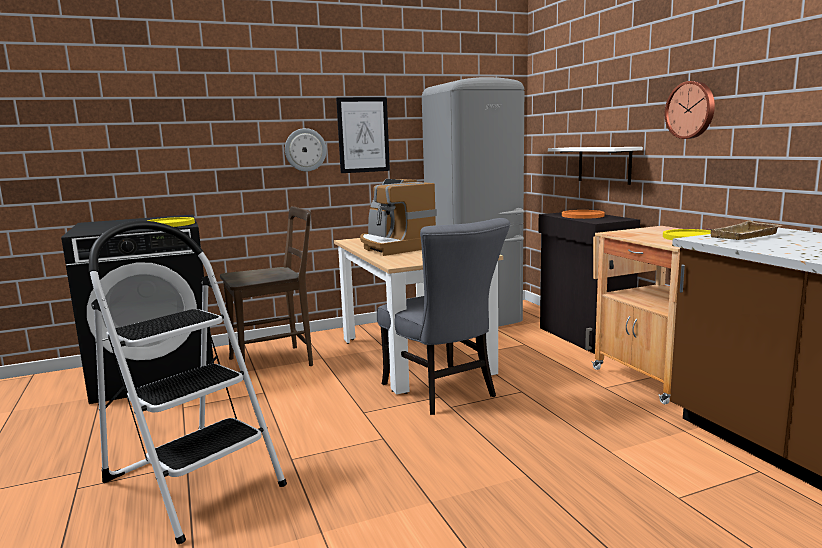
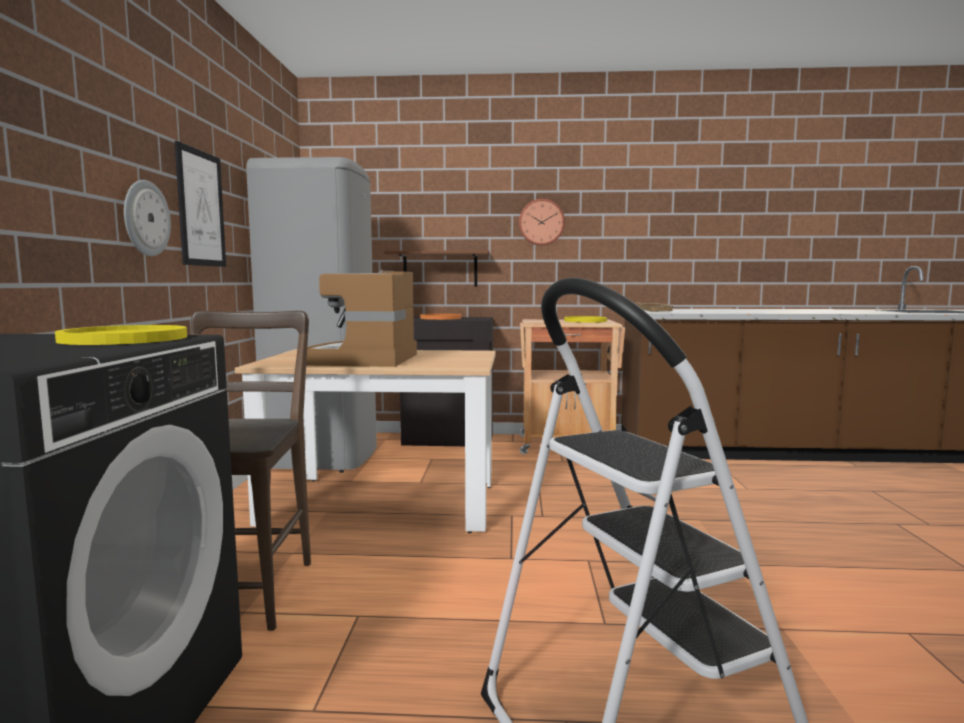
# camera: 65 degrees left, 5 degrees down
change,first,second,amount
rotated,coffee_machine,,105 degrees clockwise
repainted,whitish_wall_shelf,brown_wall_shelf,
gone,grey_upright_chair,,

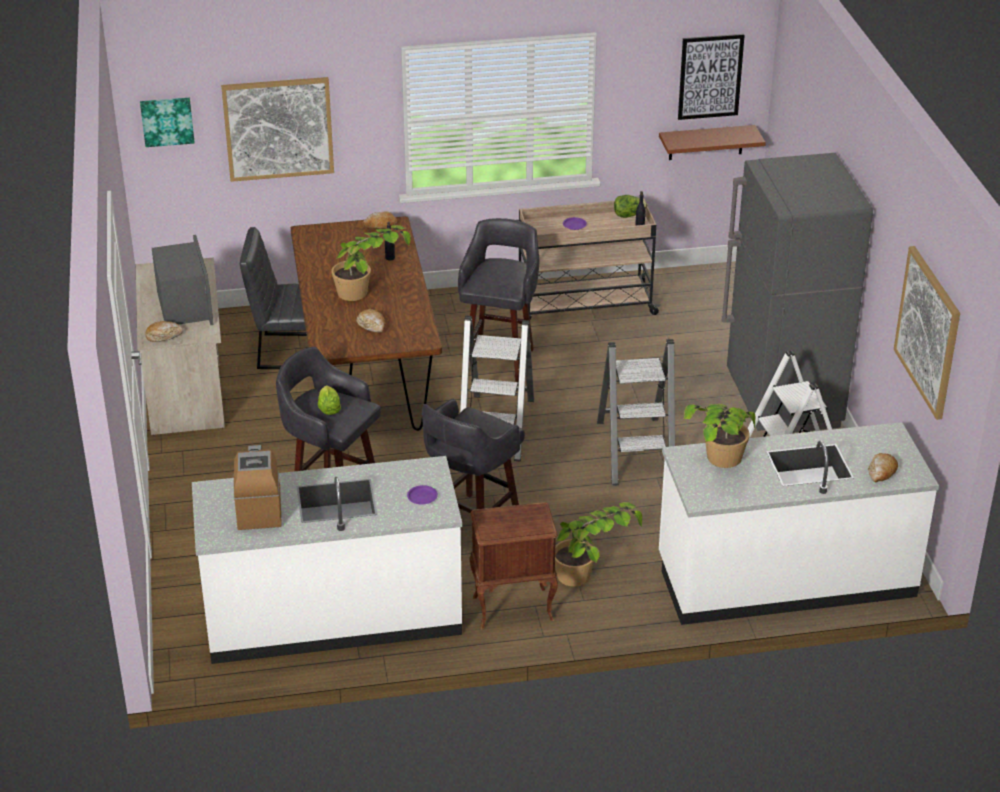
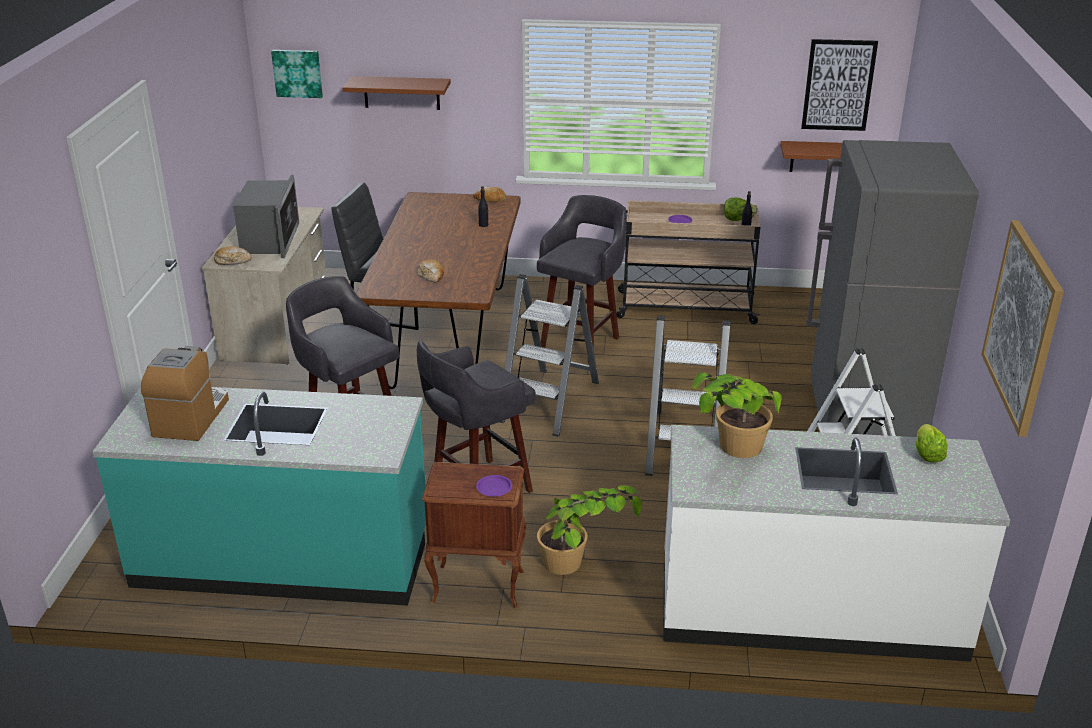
# camera: 15 degrees right, 5 degrees down
change,first,second,amount
repainted,whitish_counter (no. 1 from left),turquoise_counter,
swapped,wall_art (no. 2 from left),brown_wall_shelf (no. 1 from left),
shifted,purplish_flat_dish (no. 1 from left),,
shifted,lettuce_head (no. 1 from left in the first image),lettuce_head (no. 2 from left),
gone,plant_in_a_pot (no. 1 from left),,
gone,baked_bread (no. 4 from left),,

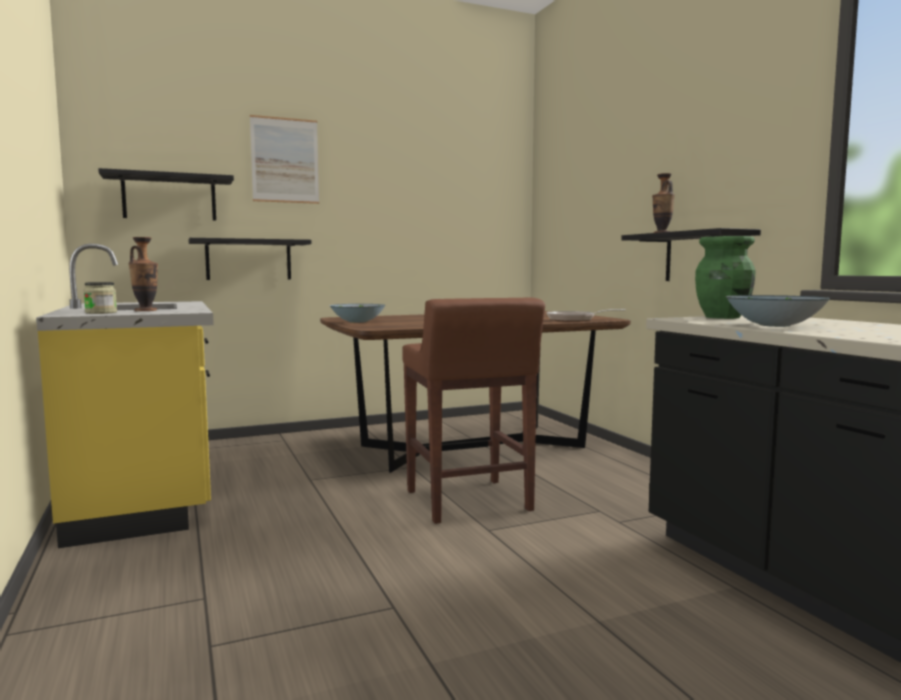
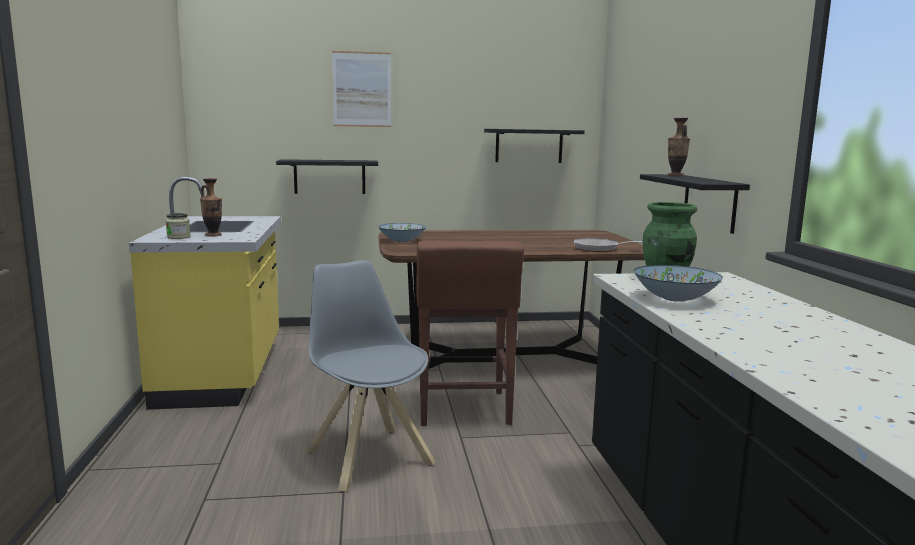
# camera: 15 degrees right, 5 degrees up
change,first,second,amount
new,,grey_upright_chair,
shifted,black-coloured_wall_shelf (no. 1 from left in the first image),black-coloured_wall_shelf (no. 2 from left),

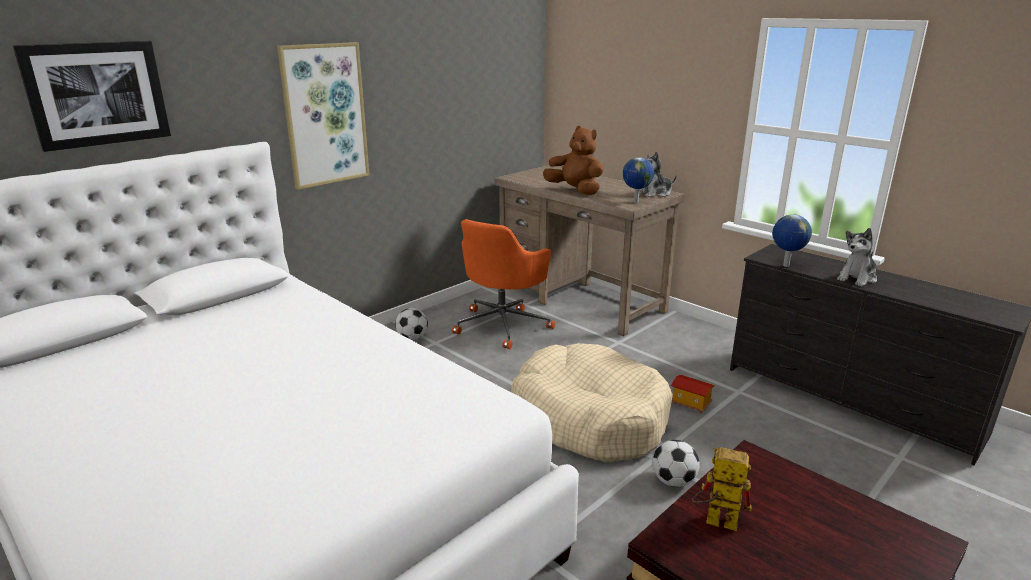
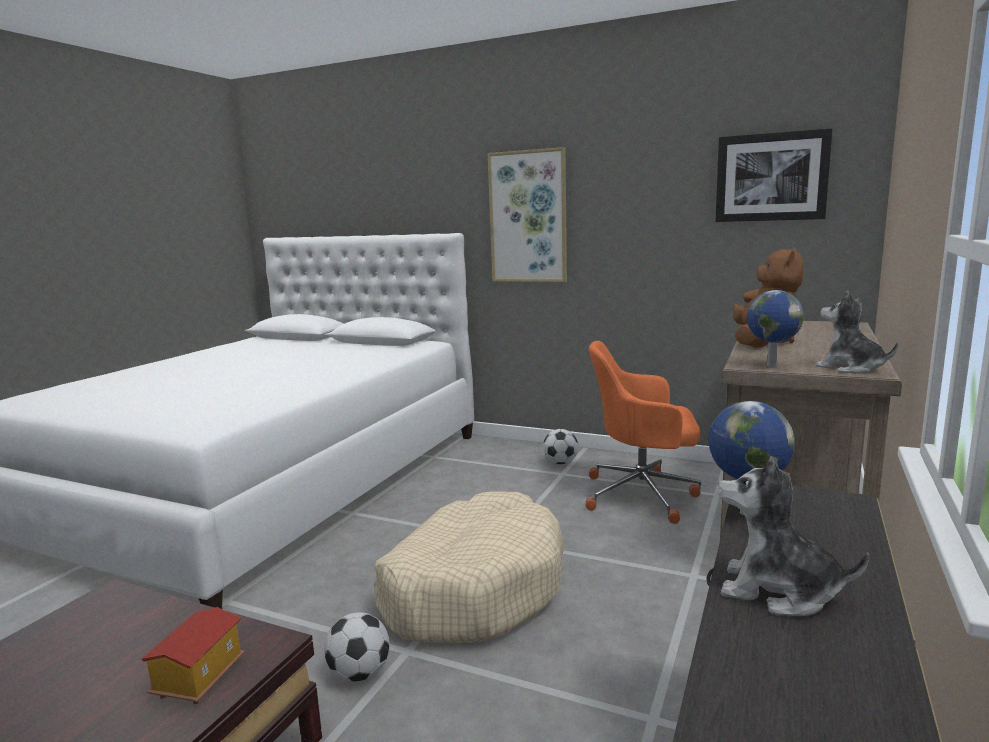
# camera: 70 degrees right, 10 degrees down
change,first,second,amount
shifted,miniature_house,,
shifted,wall_art (no. 1 from left in the first image),wall_art (no. 2 from left),
gone,model_robot,,

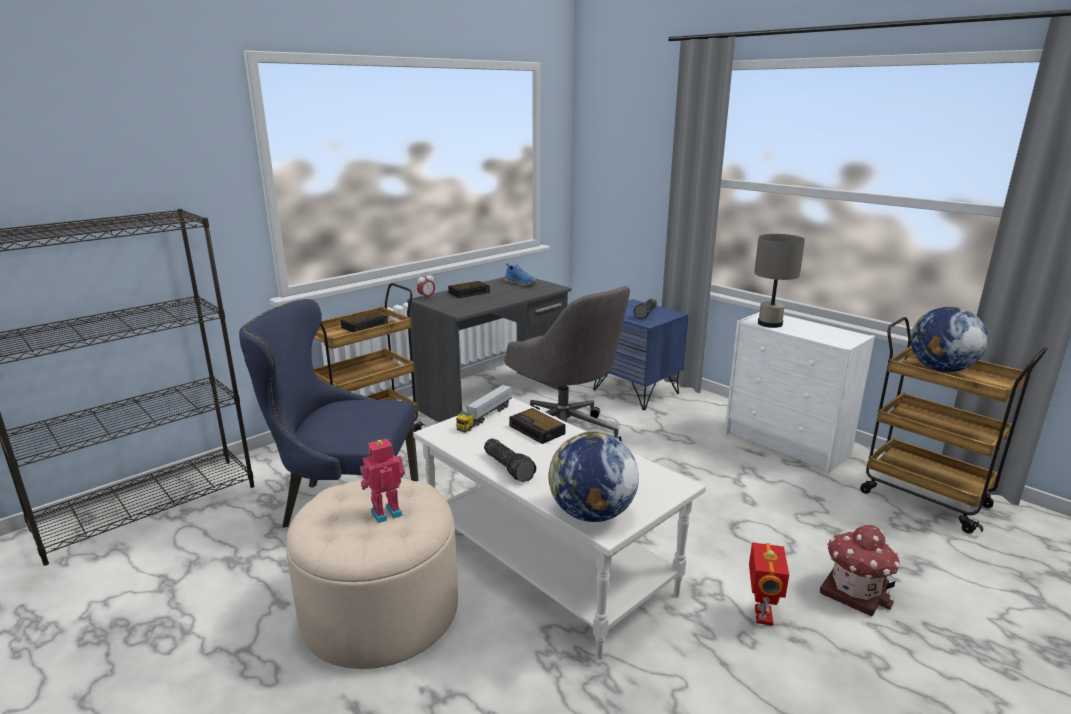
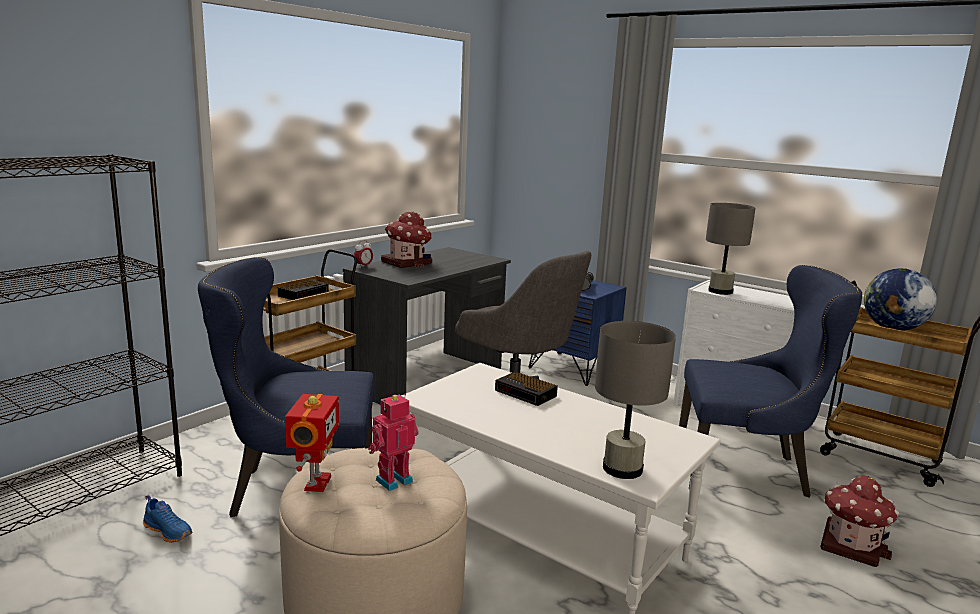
# camera: 10 degrees left, 5 degrees down
change,first,second,amount
shifted,blue-coloured_item_of_footwear,,
shifted,model_robot (no. 2 from left in the first image),model_robot (no. 1 from left),
swapped,bedside_clock (no. 3 from left),miniature_house (no. 1 from left),
swapped,globe (no. 1 from left),grey_tabletop_lamp (no. 1 from left),
new,,blue-coloured_upright_chair (no. 2 from left),
gone,model_truck,,
gone,hand_torch (no. 1 from left),,

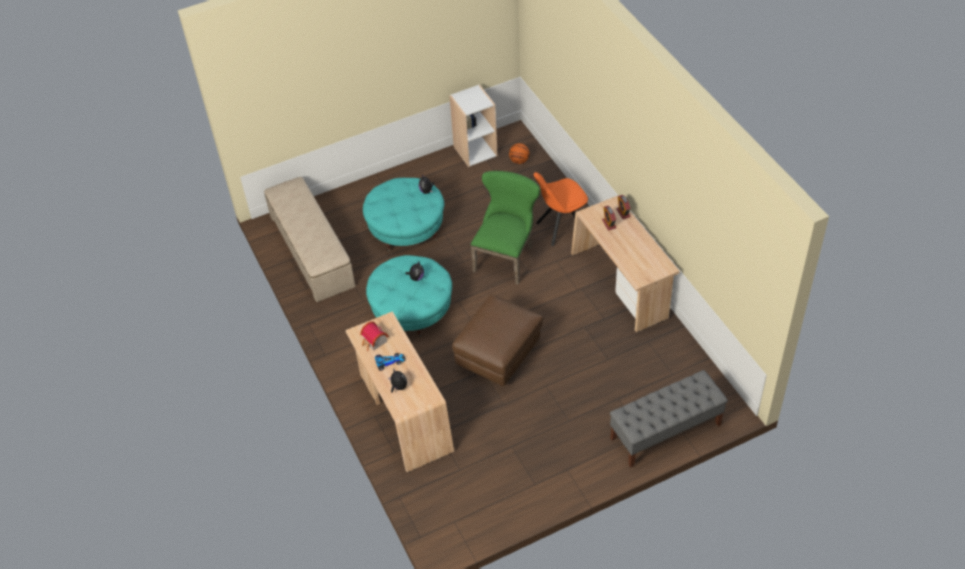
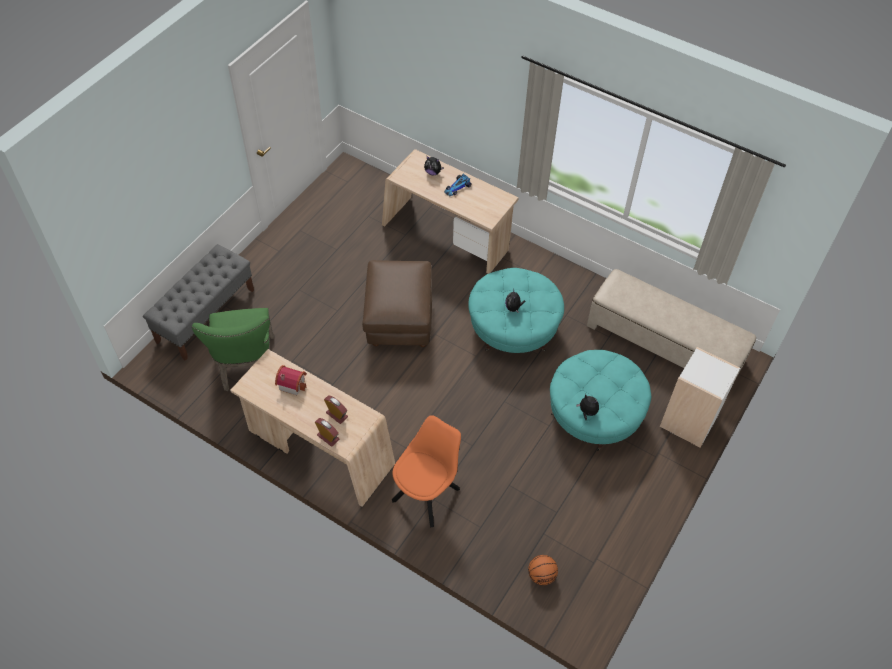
# camera: 145 degrees right, 5 degrees up
change,first,second,amount
shifted,green_upright_chair,,
shifted,miniature_house,,
shifted,shelving_unit,,

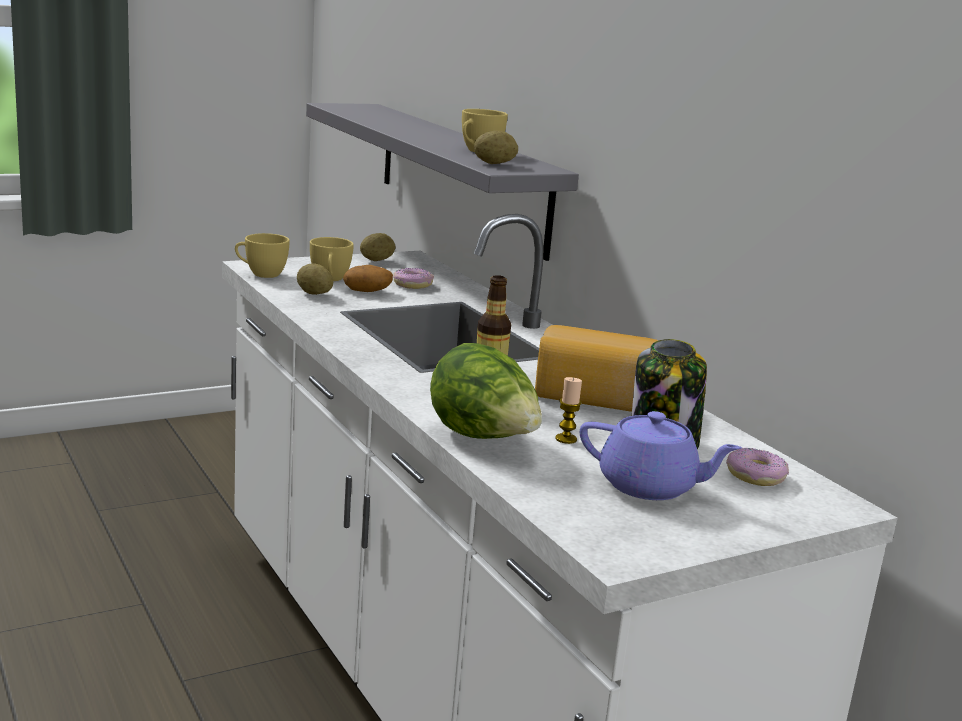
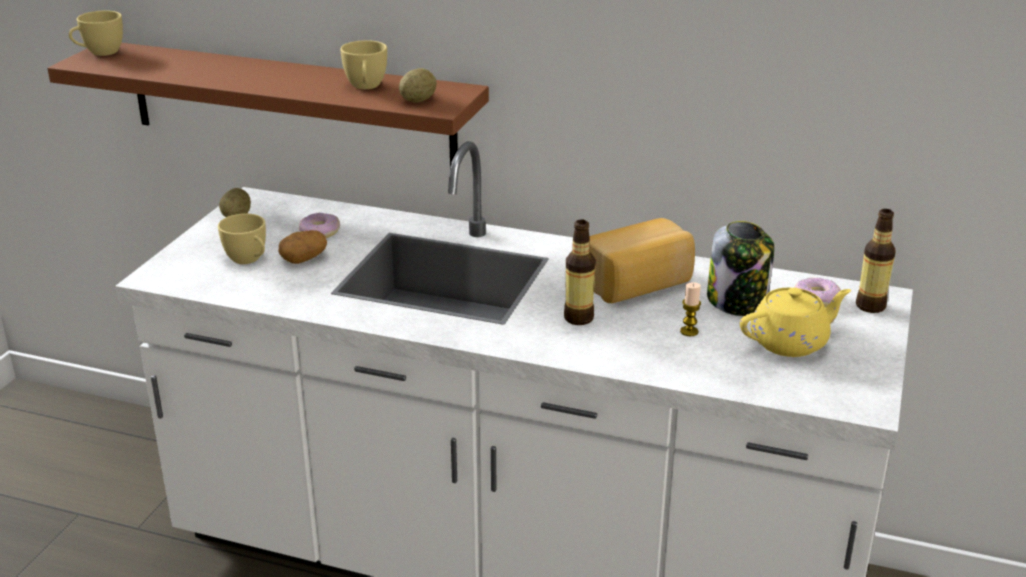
# camera: 40 degrees left, 10 degrees up
change,first,second,amount
repainted,grey_wall_shelf,brown_wall_shelf,
shifted,yellow_small_cup (no. 1 from left),,
repainted,purplish_pot_for_tea,yellow_pot_for_tea,
new,,drink_bottle (no. 2 from left),
gone,spud (no. 1 from left),,
gone,lettuce_head,,

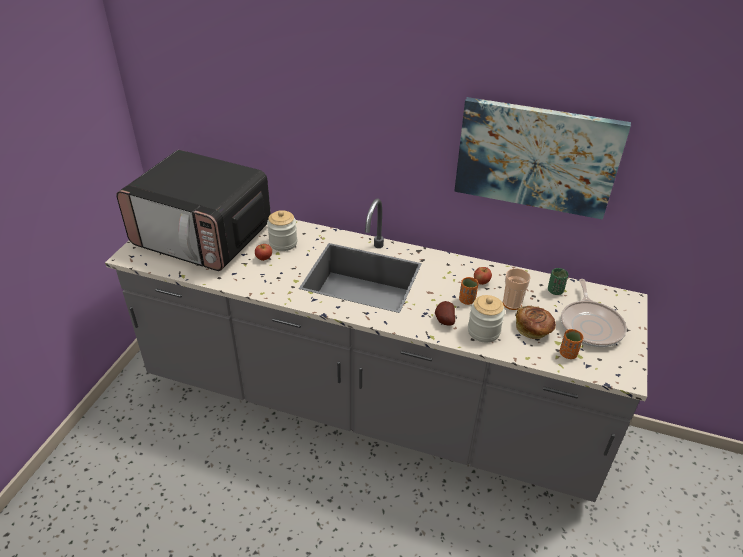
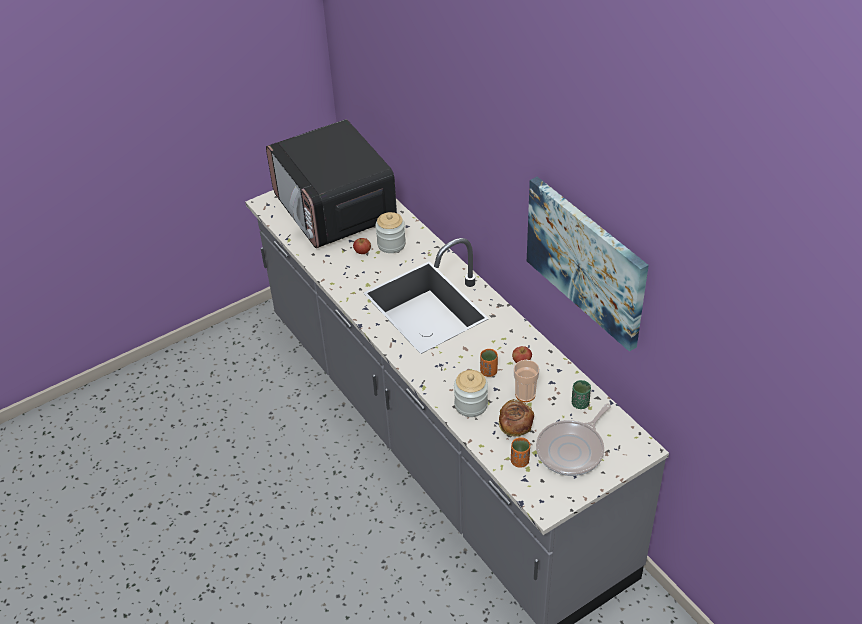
# camera: 40 degrees right, 5 degrees up
change,first,second,amount
gone,spud,,

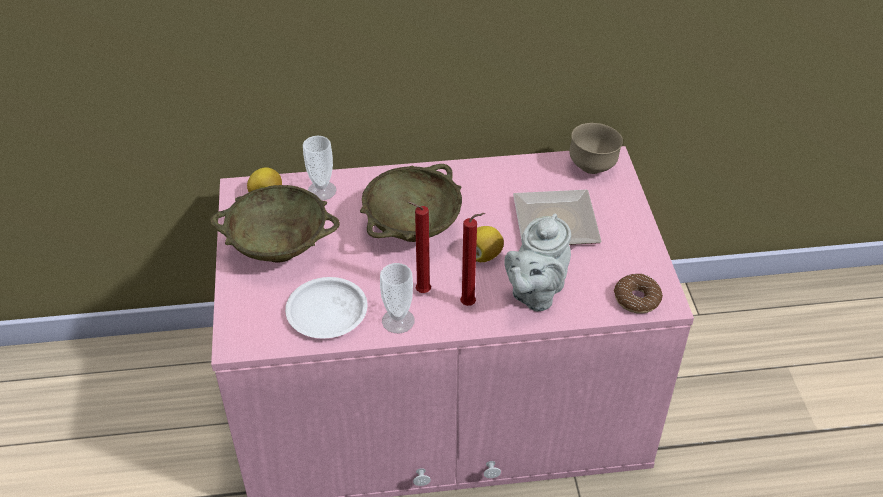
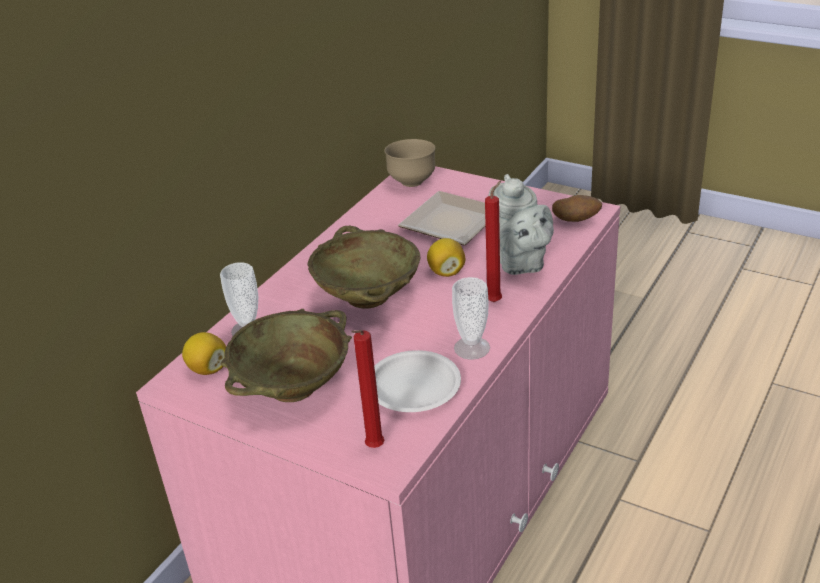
# camera: 50 degrees left, 10 degrees down
change,first,second,amount
shifted,reddish_candle (no. 1 from left),,
swapped,donut,spud,

